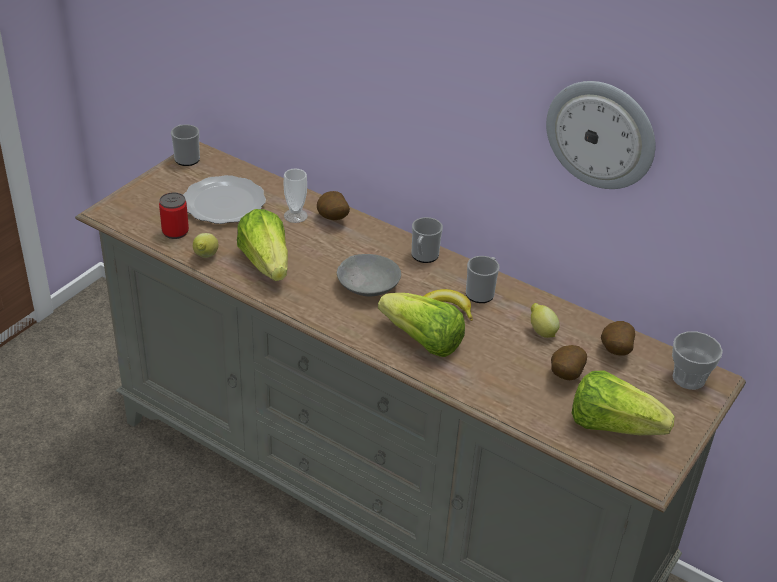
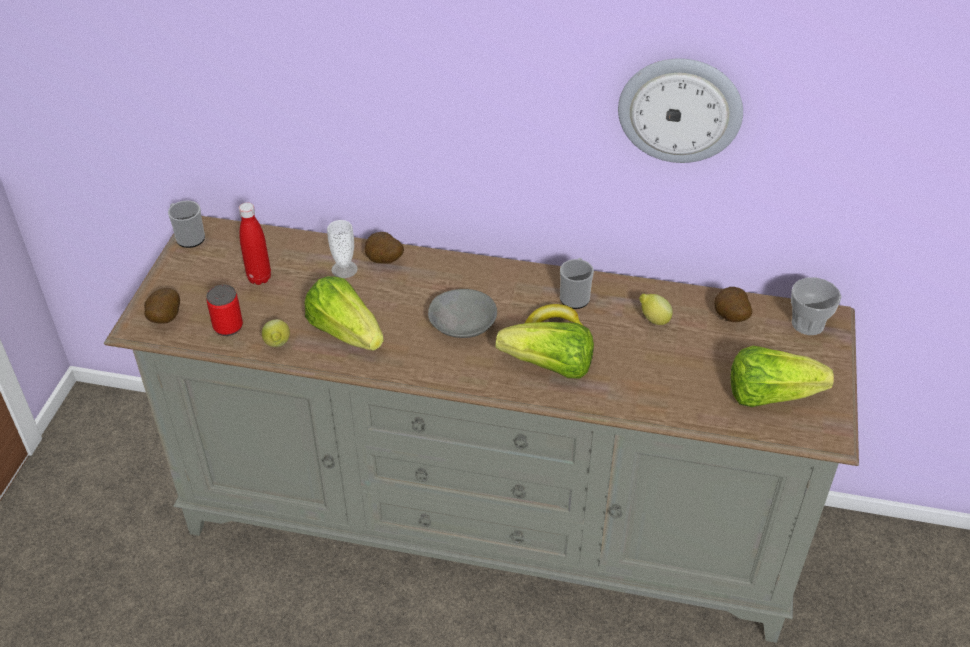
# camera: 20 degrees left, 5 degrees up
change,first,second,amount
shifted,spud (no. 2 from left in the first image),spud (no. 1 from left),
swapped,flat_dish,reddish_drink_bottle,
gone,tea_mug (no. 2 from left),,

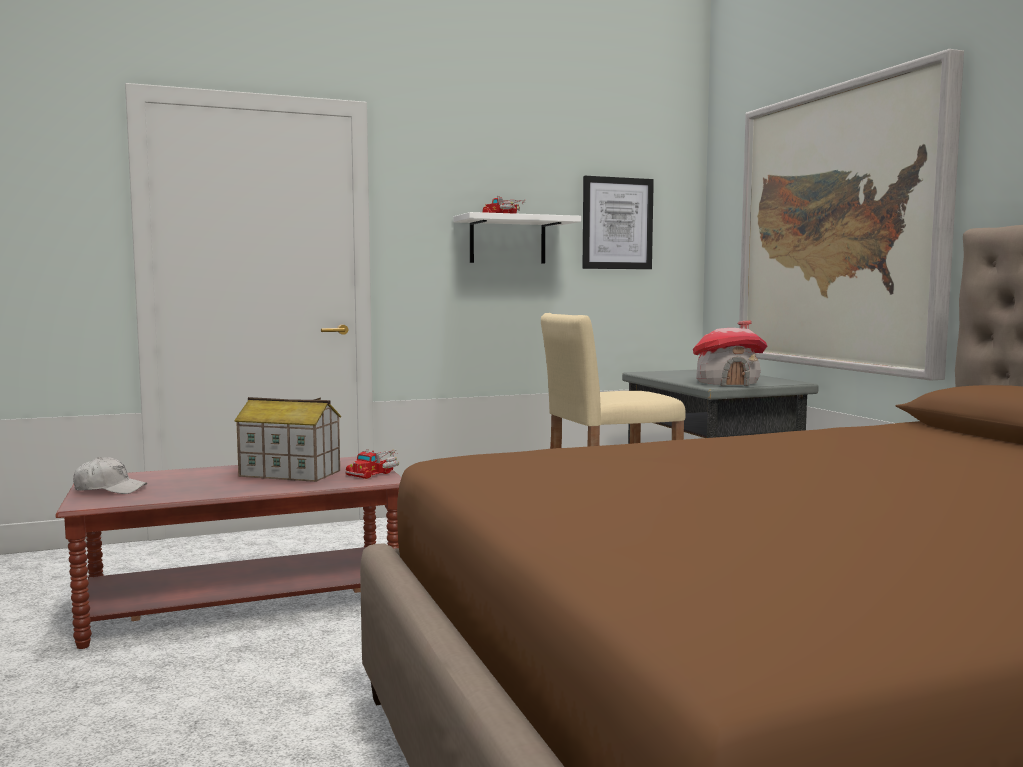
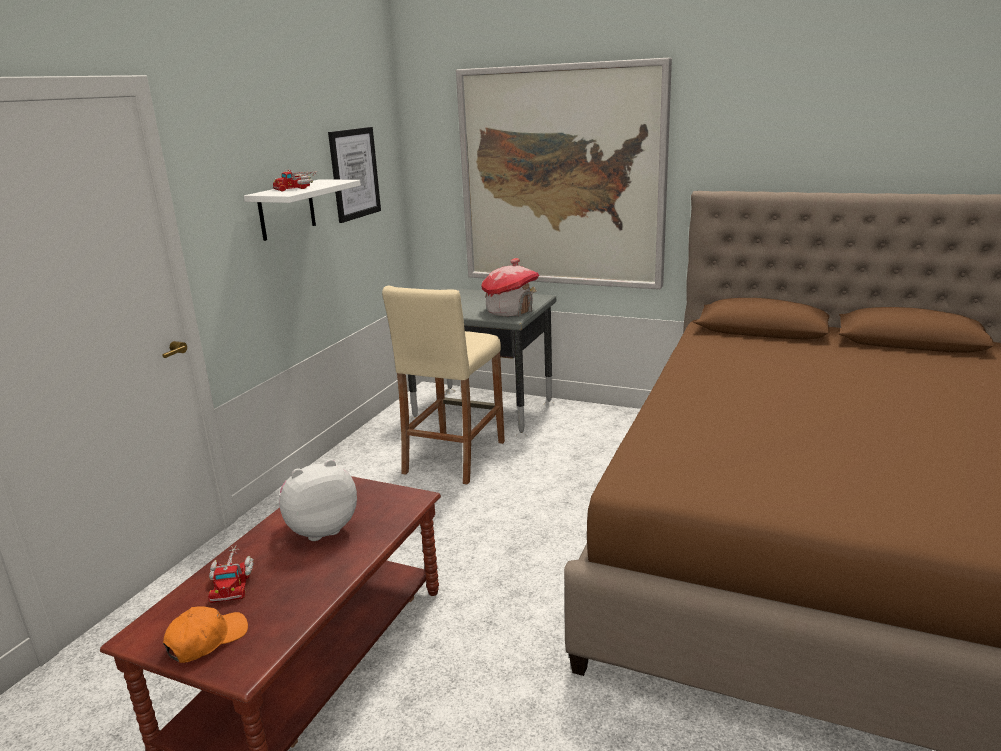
# camera: 45 degrees left, 15 degrees up
change,first,second,amount
repainted,whitish_baseball_cap,orange-coloured_baseball_cap,
shifted,model_truck (no. 1 from left),,
swapped,miniature_house (no. 1 from left),plush_toy,

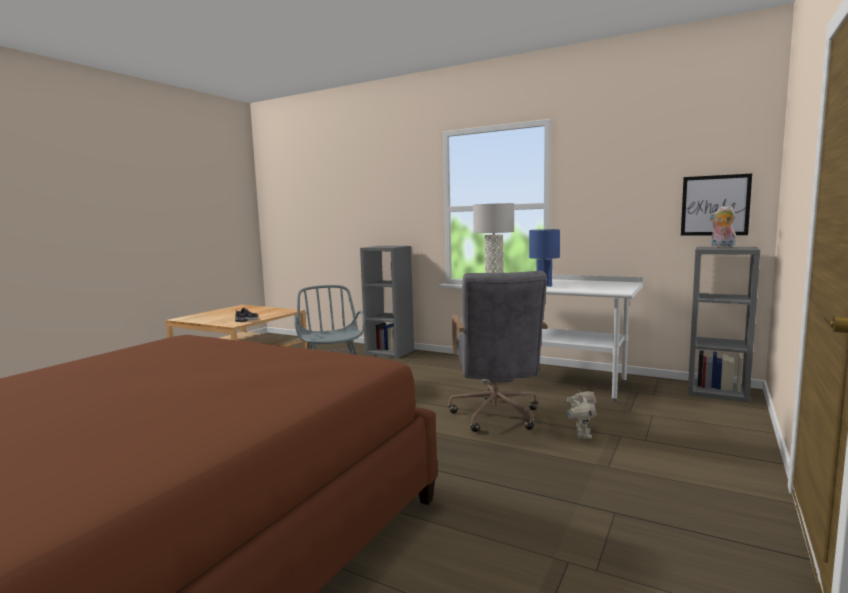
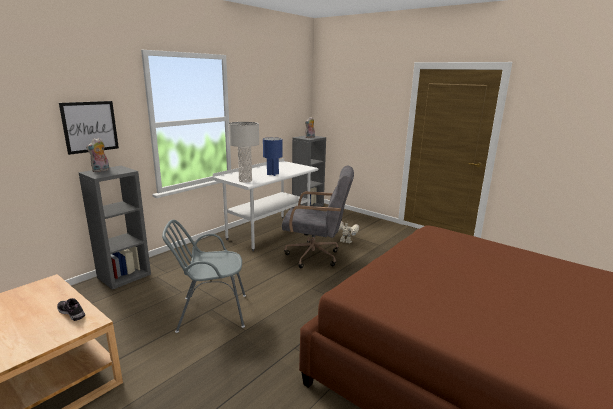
# camera: 80 degrees left, 10 degrees up
change,first,second,amount
shifted,wall_art,,
new,,plush_toy (no. 1 from left),

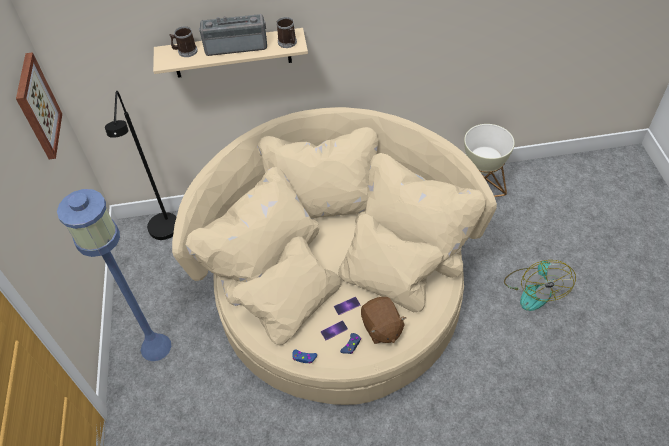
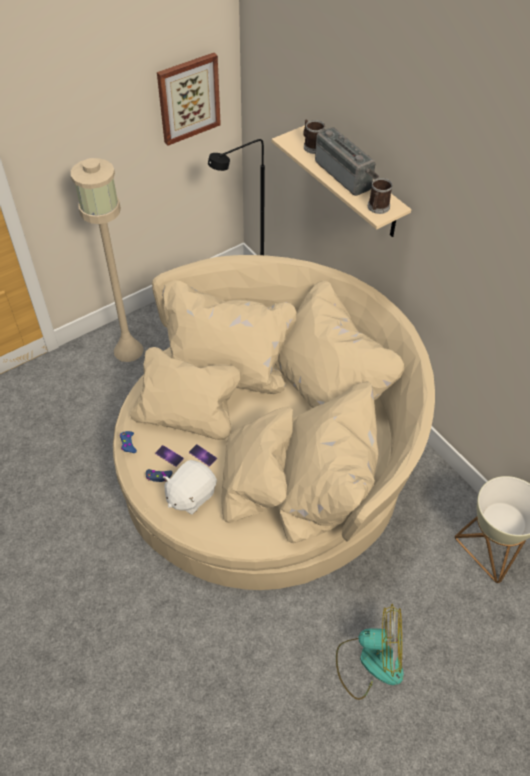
# camera: 60 degrees right, 0 degrees up
change,first,second,amount
repainted,blue-coloured_floor_lamp,sand-coloured_floor_lamp,
repainted,brown_plush_toy,whitish_plush_toy,
rotated,fan,,150 degrees counterclockwise

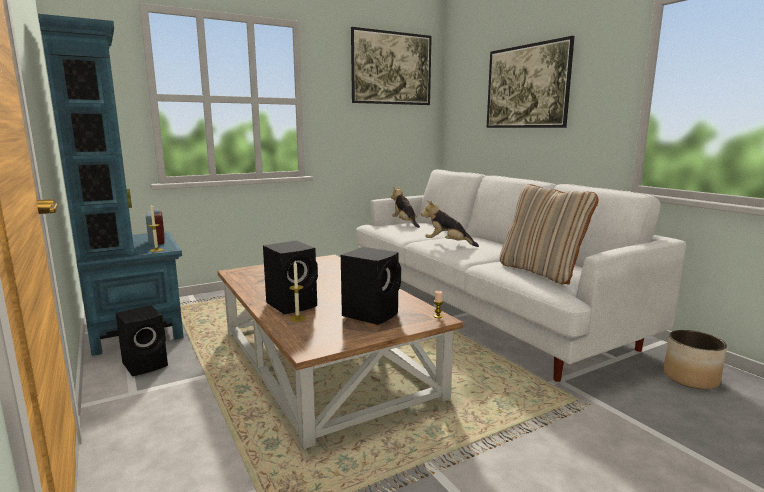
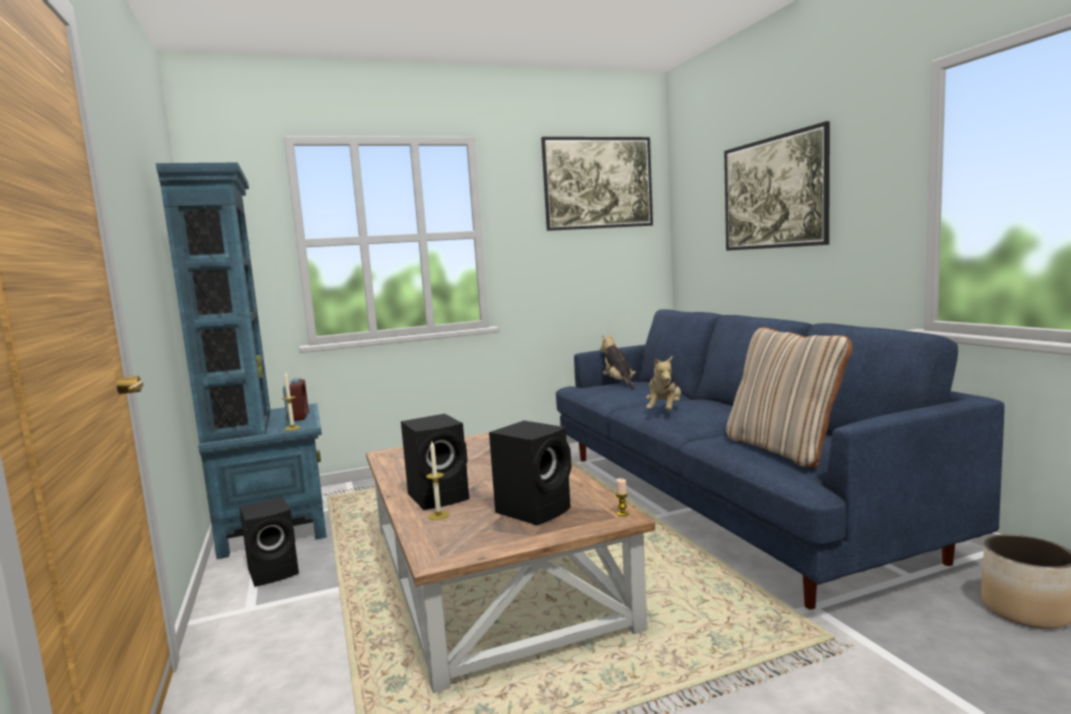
# camera: 10 degrees right, 5 degrees down
change,first,second,amount
repainted,whitish_couch,blue-coloured_couch,
rotated,plush_toy (no. 2 from left),,105 degrees counterclockwise

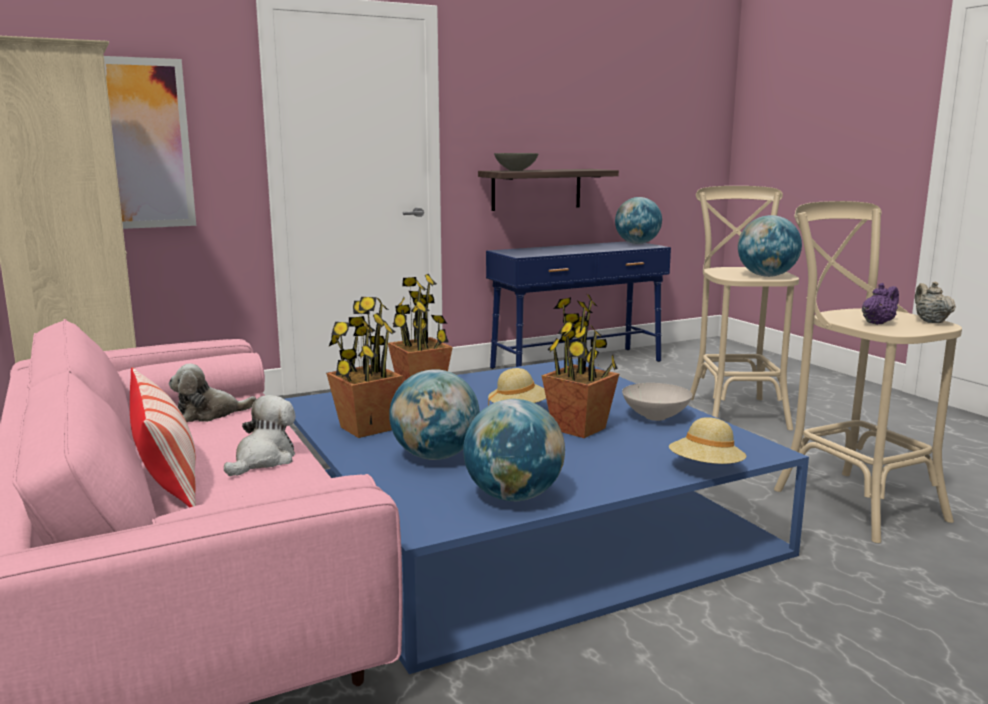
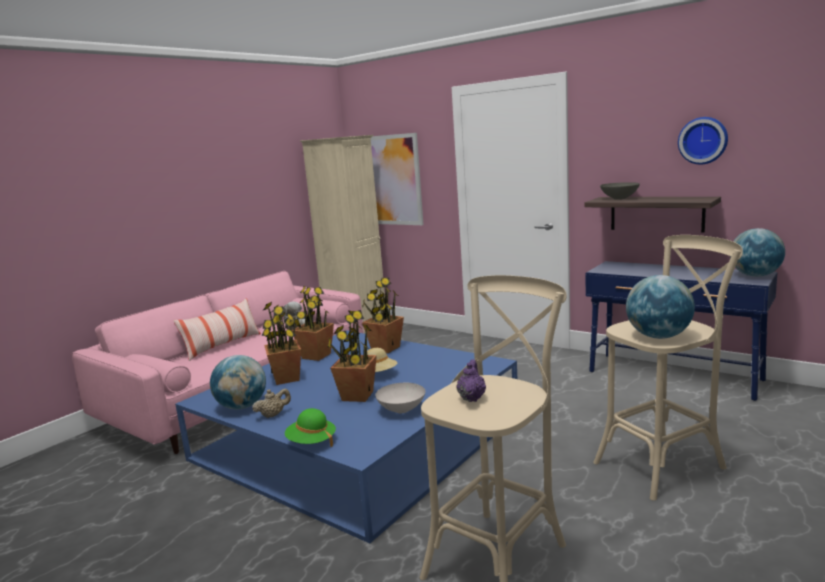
# camera: 65 degrees right, 0 degrees up
change,first,second,amount
shifted,sand-coloured_pot_for_tea,,
swapped,globe (no. 1 from left),plant_in_a_pot (no. 1 from left),
repainted,sand-coloured_wearable_hat (no. 2 from left),green_wearable_hat,
rotated,purplish_pot_for_tea,,105 degrees counterclockwise
new,,hanging_clock,
gone,plush_toy (no. 2 from left),,

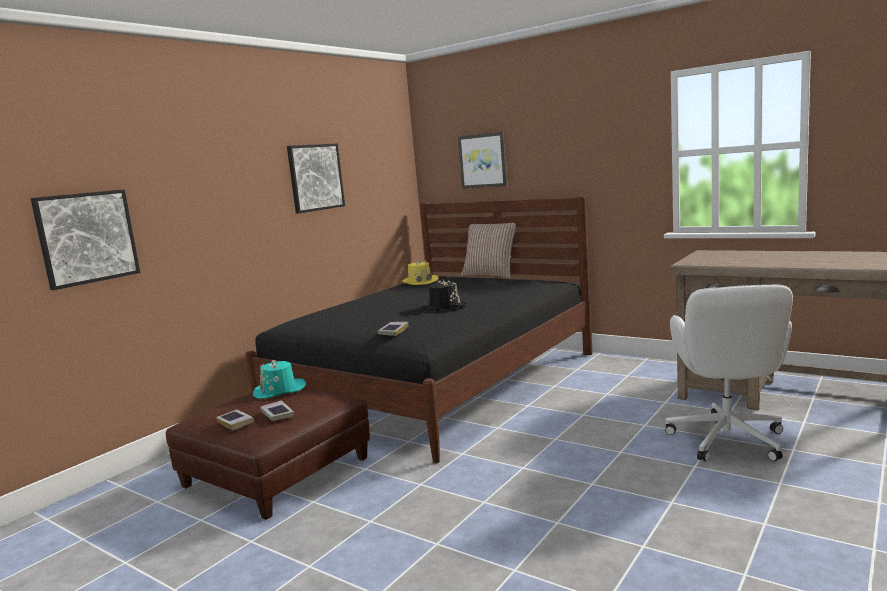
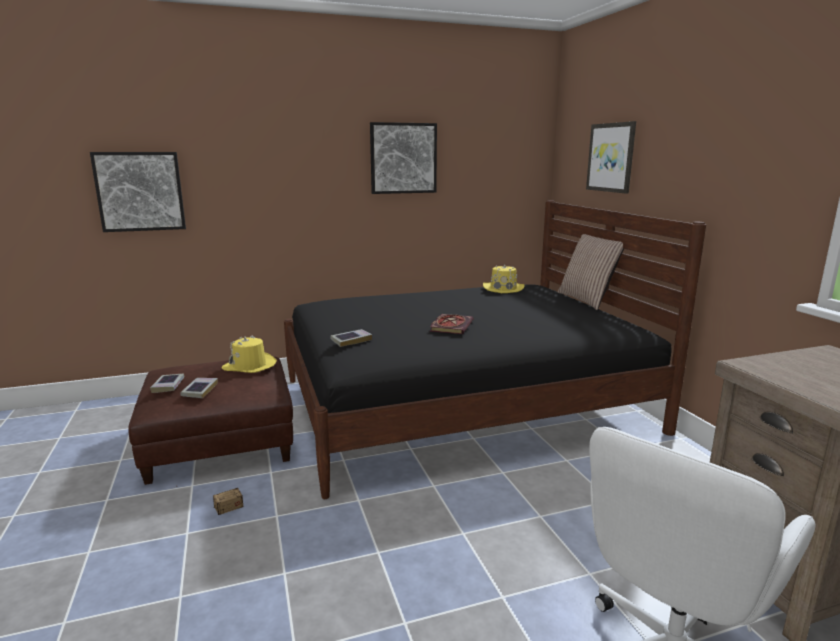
# camera: 35 degrees right, 5 degrees up
change,first,second,amount
new,,storage_container,
repainted,turquoise_wearable_hat,yellow_wearable_hat (no. 1 from left),
swapped,black-coloured_wearable_hat,book (no. 4 from left),

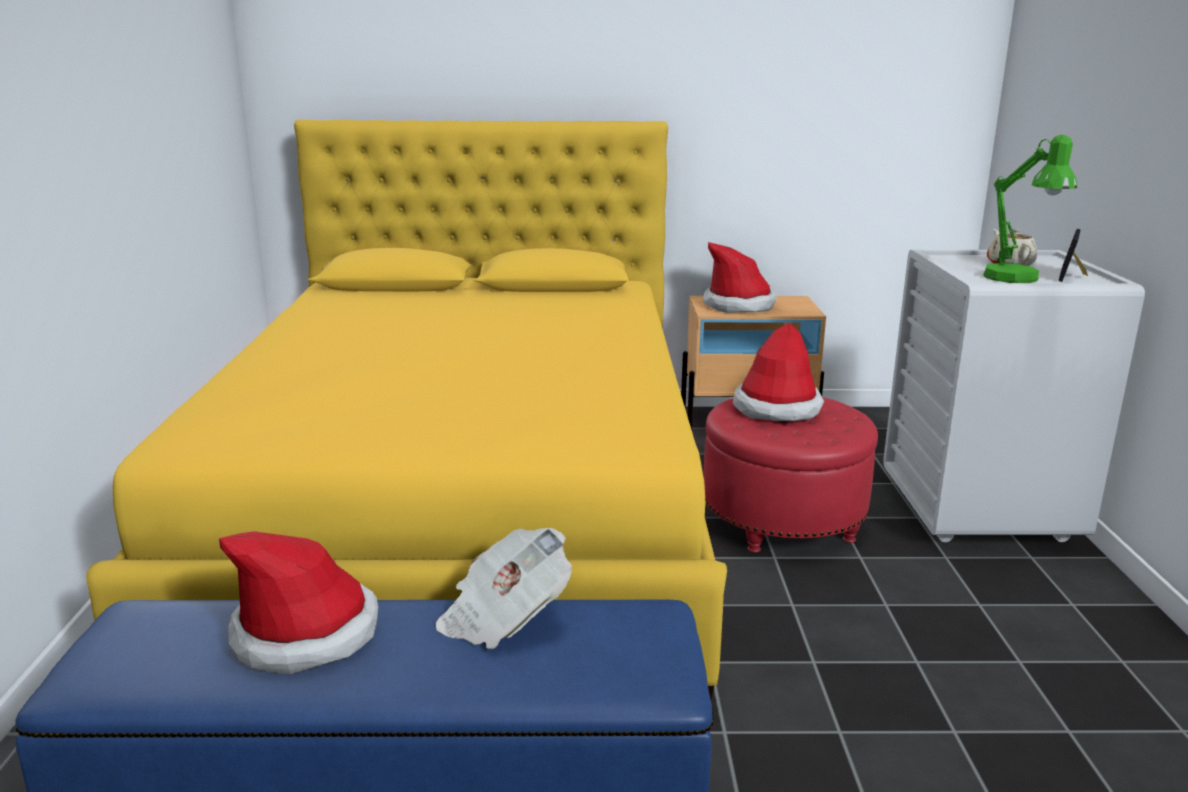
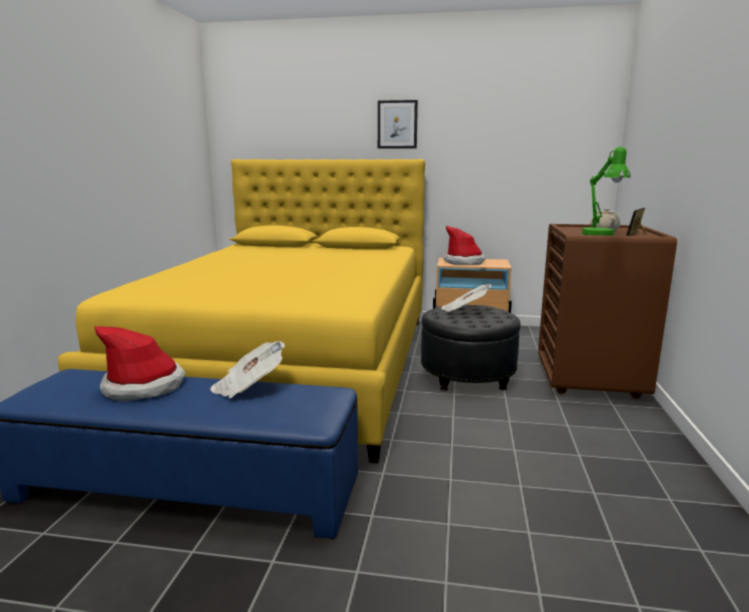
# camera: 10 degrees right, 5 degrees down
change,first,second,amount
new,,wall_art,
repainted,reddish_pouffe,black-coloured_pouffe,
swapped,wearable_hat (no. 3 from left),printed_paper (no. 2 from left),
repainted,grey_dresser,brown_dresser,

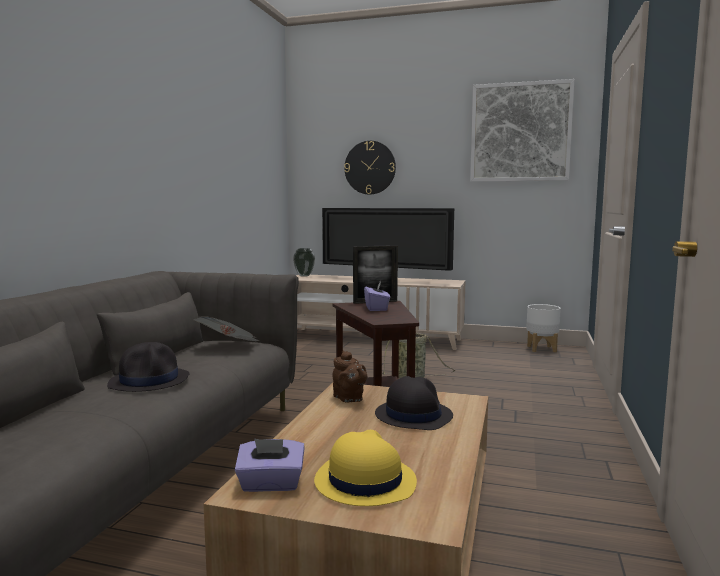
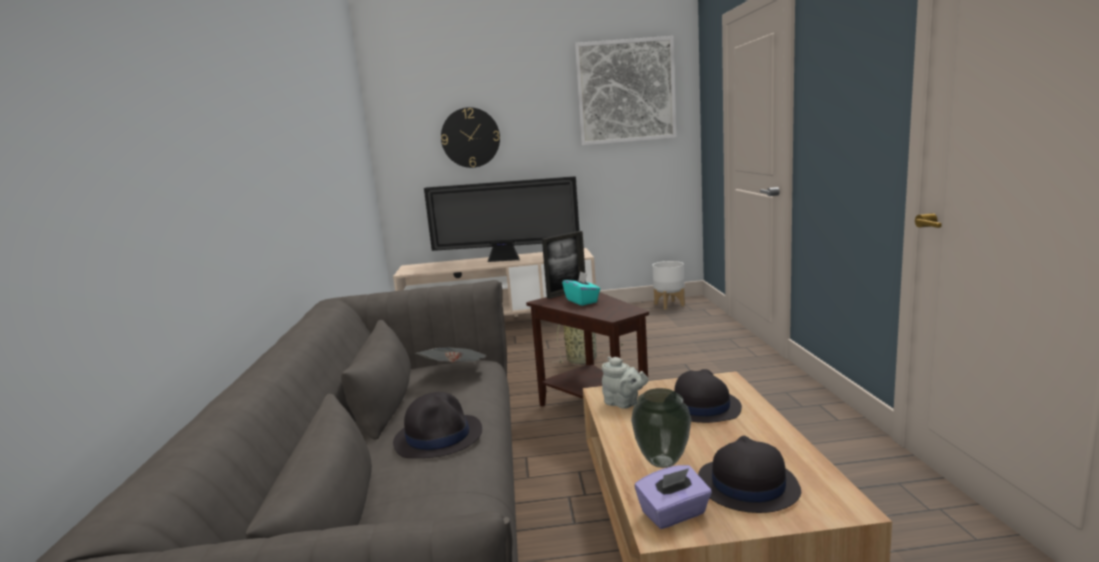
# camera: 20 degrees left, 5 degrees up
change,first,second,amount
repainted,purplish_box_of_tissues (no. 2 from left),turquoise_box_of_tissues,
repainted,brown_pot_for_tea,grey_pot_for_tea,
shifted,flower_vase,,
repainted,yellow_wearable_hat,black-coloured_wearable_hat (no. 3 from left),

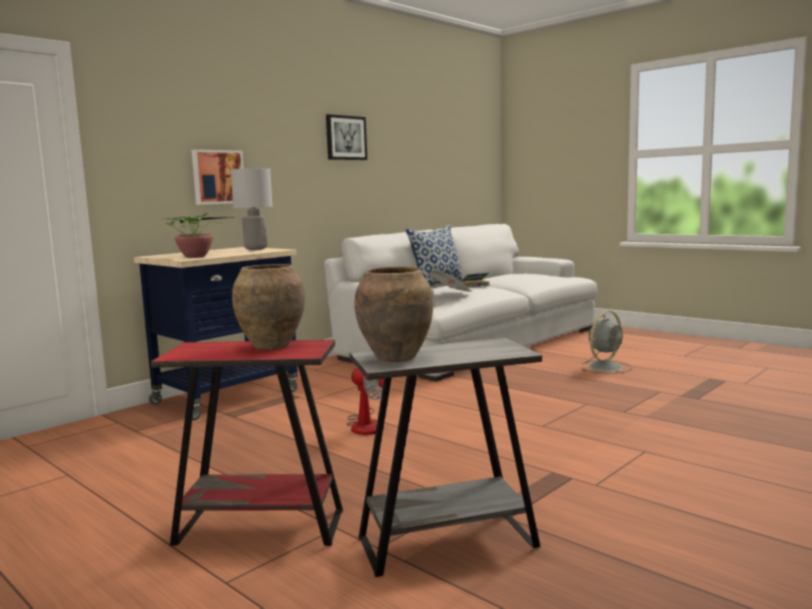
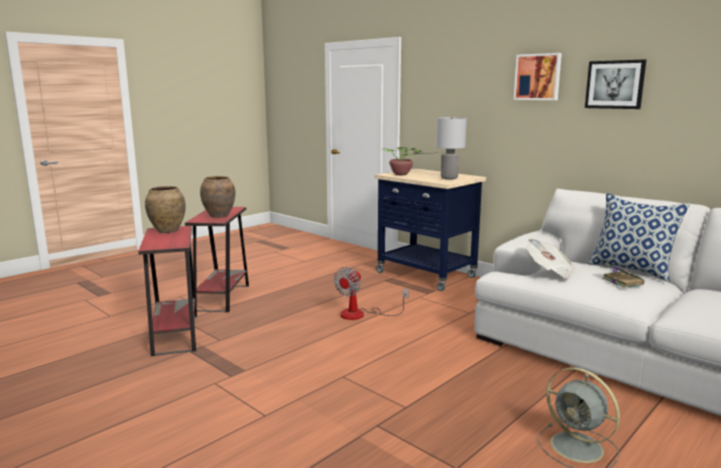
# camera: 90 degrees right, 5 degrees up
change,first,second,amount
repainted,grey_side_table,reddish_side_table (no. 1 from left),
shifted,wall_art (no. 1 from left),,

